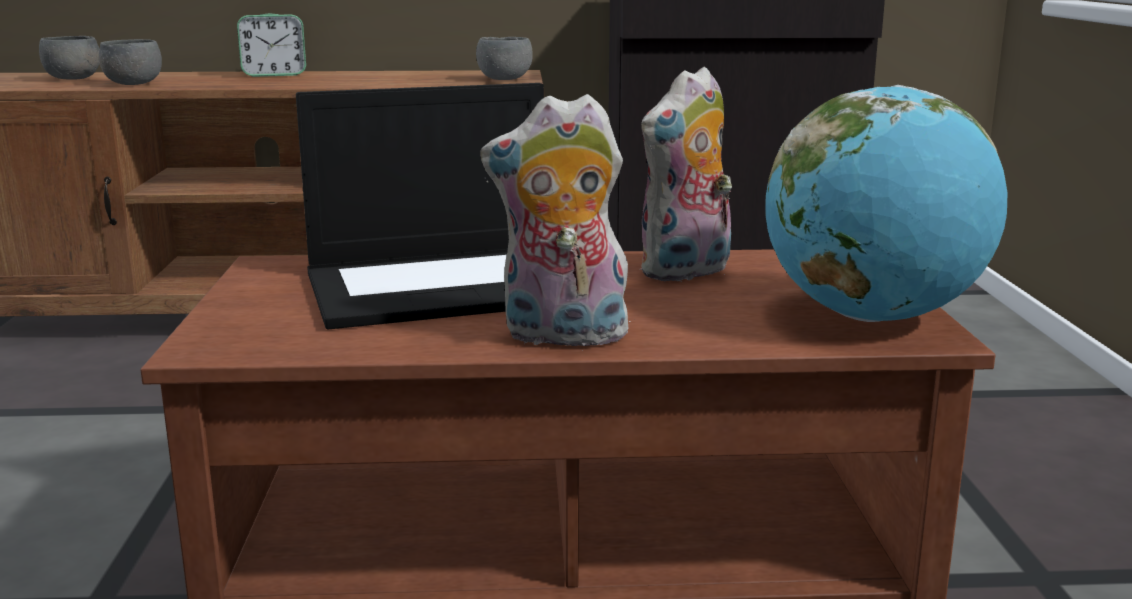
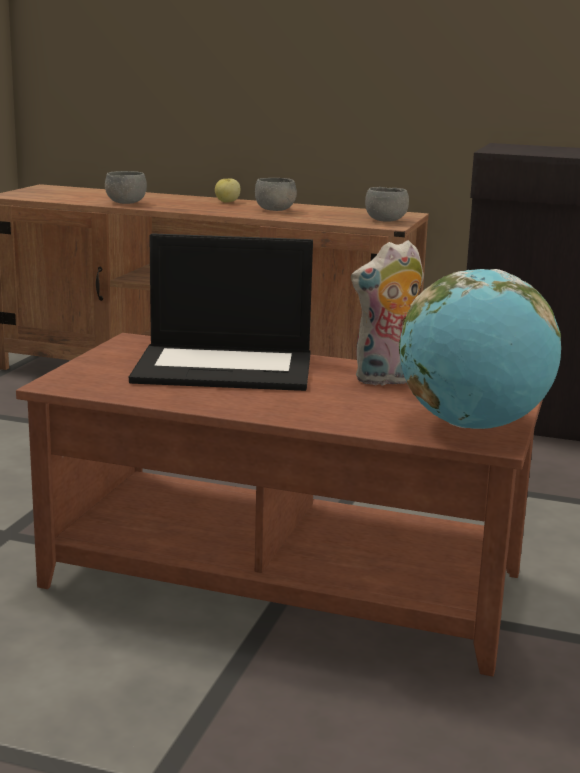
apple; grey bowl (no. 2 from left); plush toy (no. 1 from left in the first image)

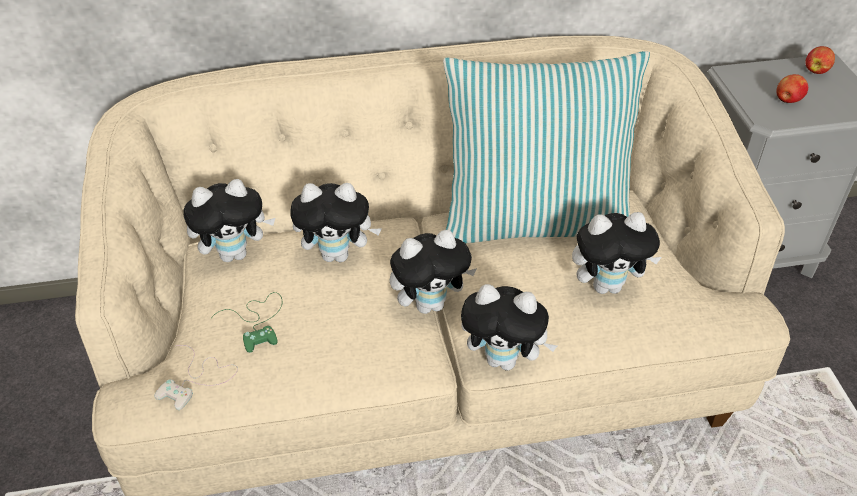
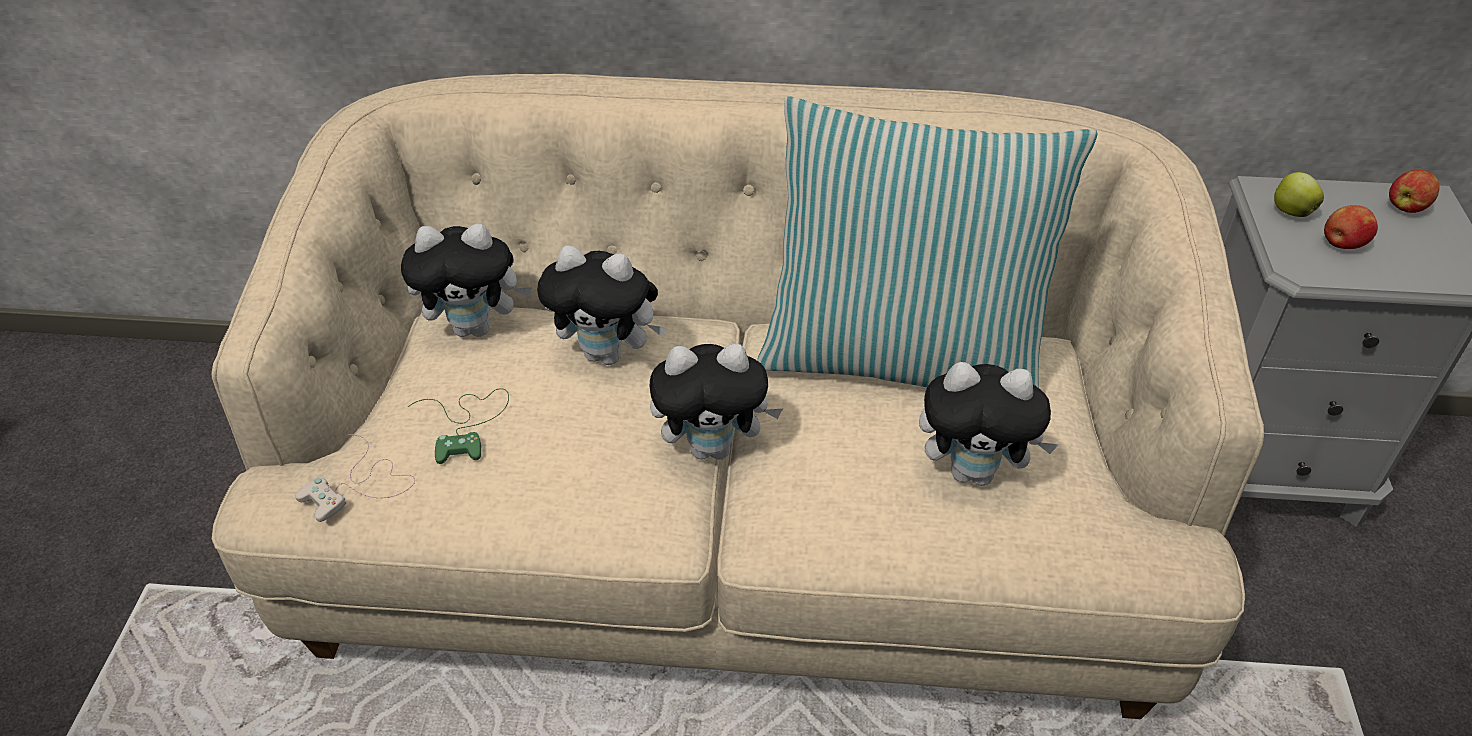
plush toy (no. 4 from left in the first image); apple (no. 1 from left)

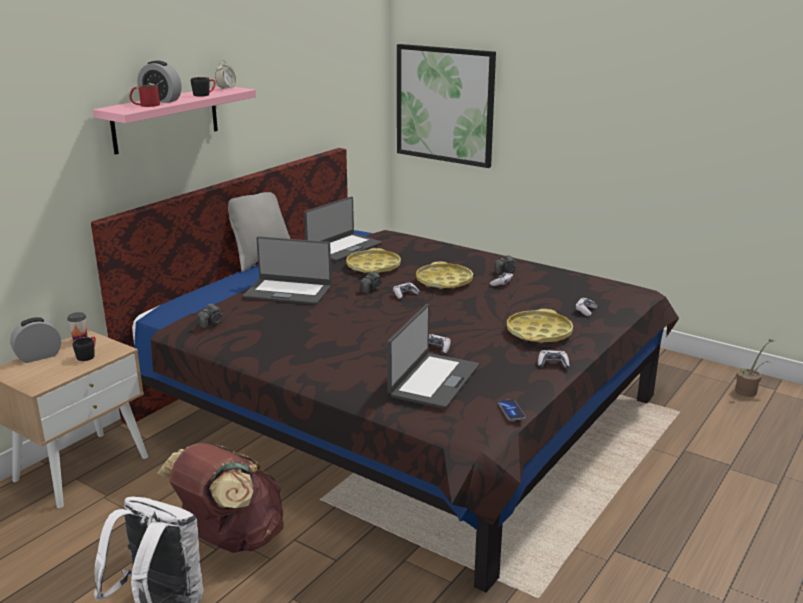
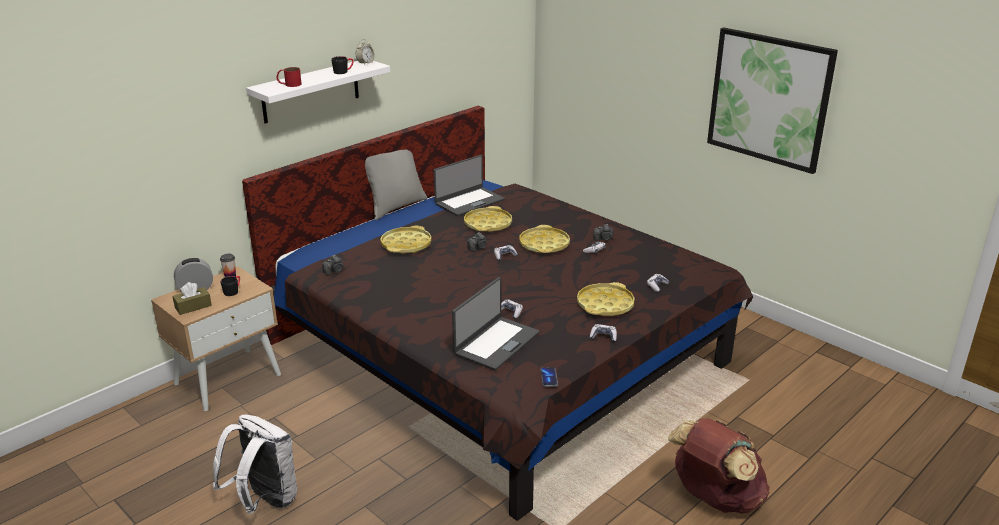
picture; alarm clock (no. 2 from left in the first image); white shelf; yellow tray (no. 1 from left); potted plant; brown backpack; brown tissue box

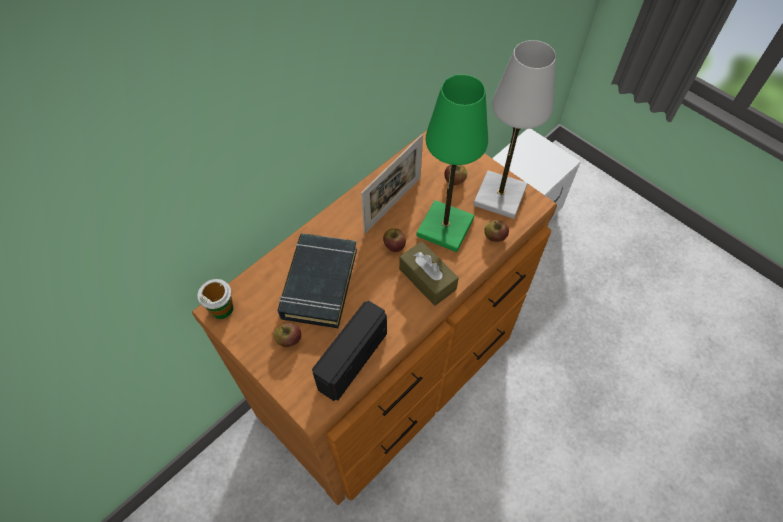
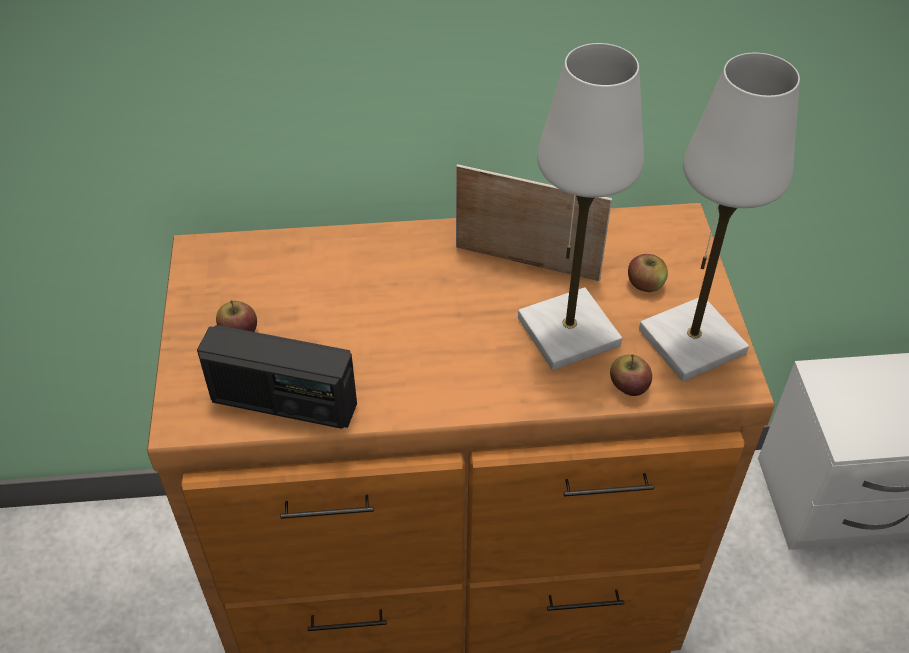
white table lamp (no. 1 from left); picture frame; apple (no. 2 from left in the first image); black book; brown tissue box; cup; radio

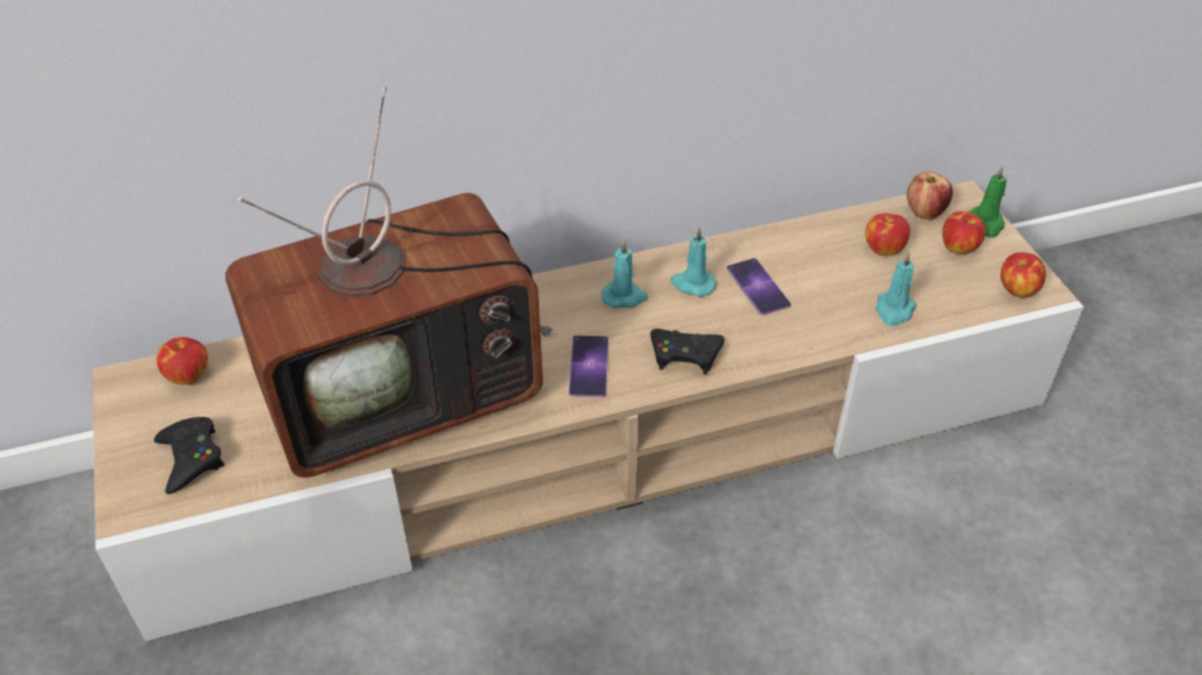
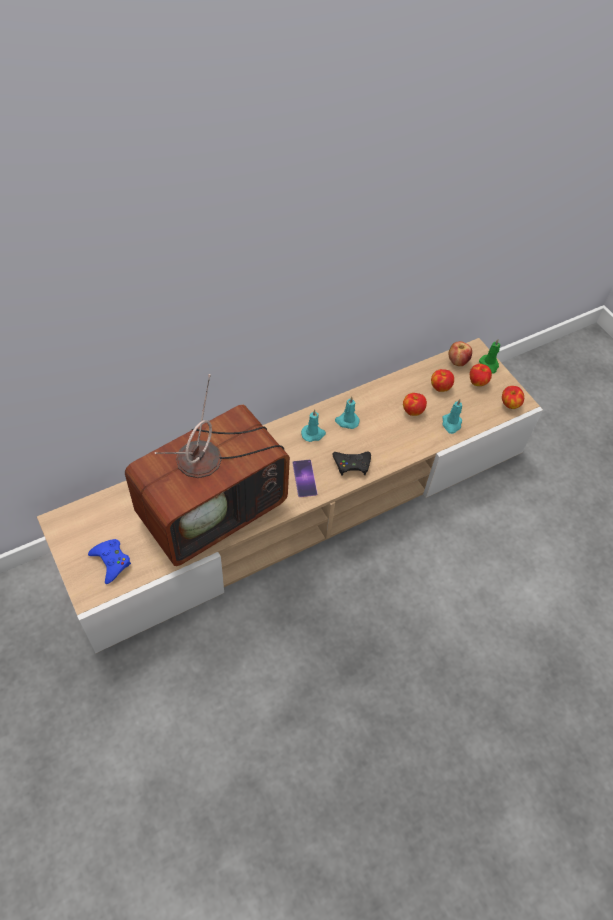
phone (no. 2 from left in the first image); apple (no. 1 from left); blue game controller

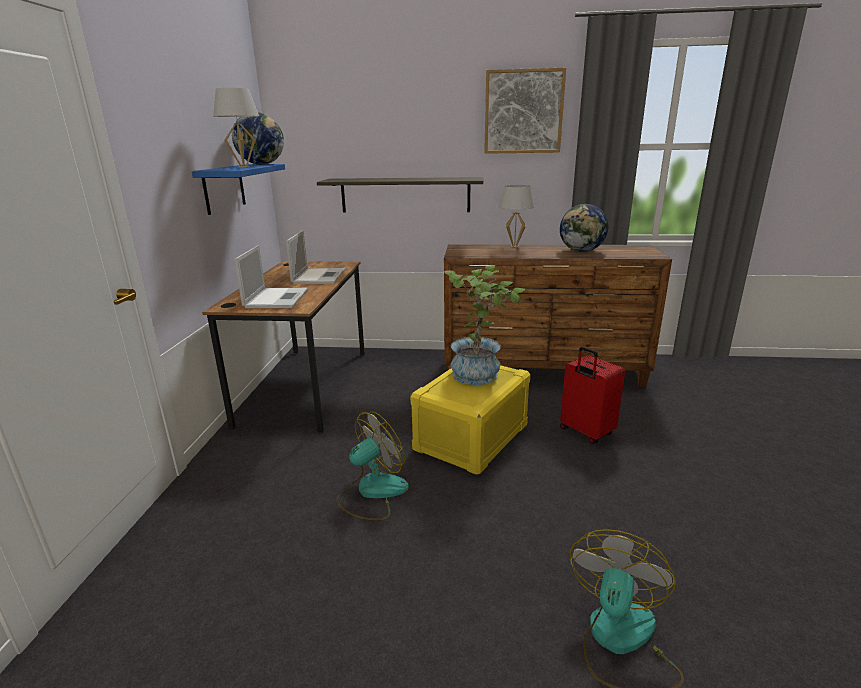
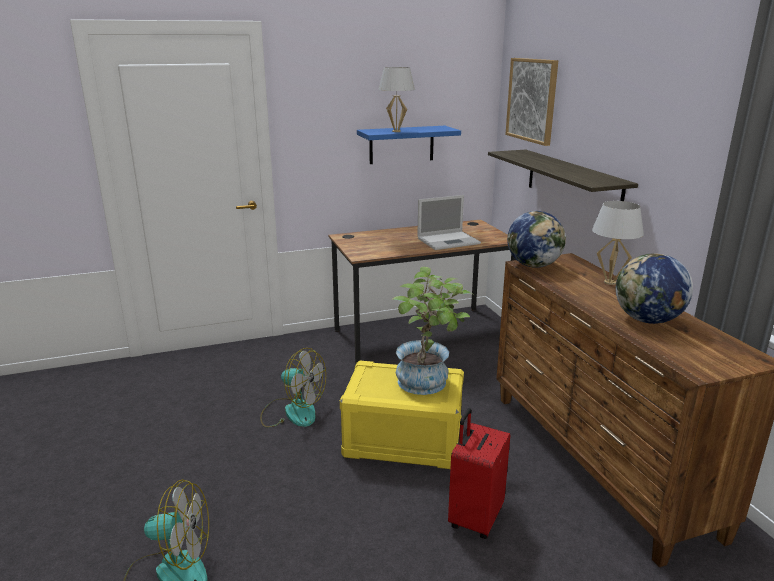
picture; globe (no. 1 from left); laptop (no. 1 from left in the first image)

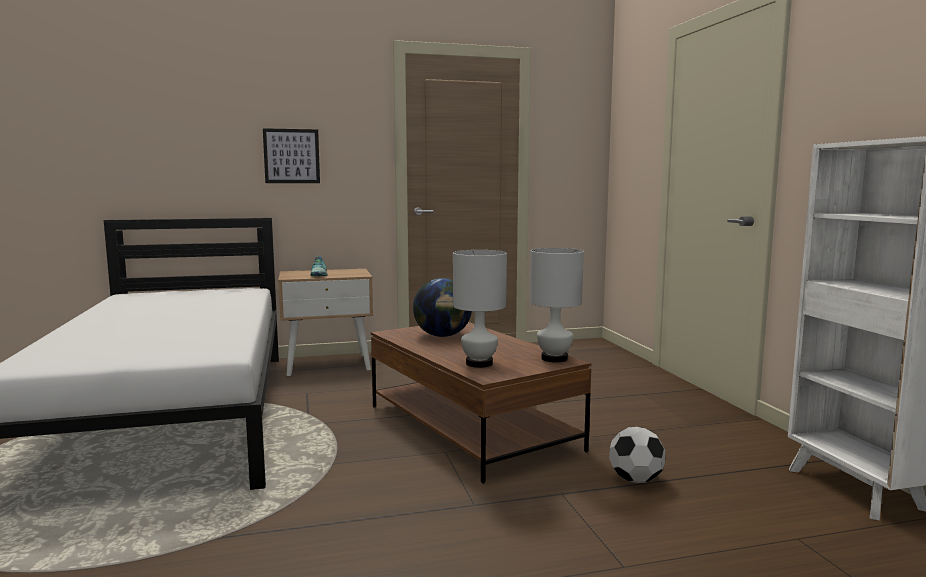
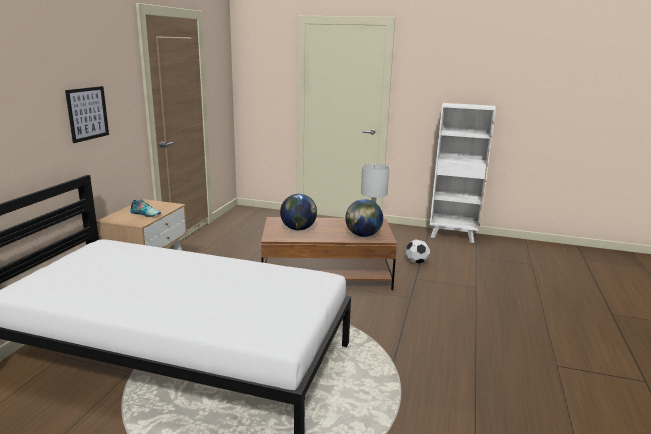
globe (no. 2 from left)

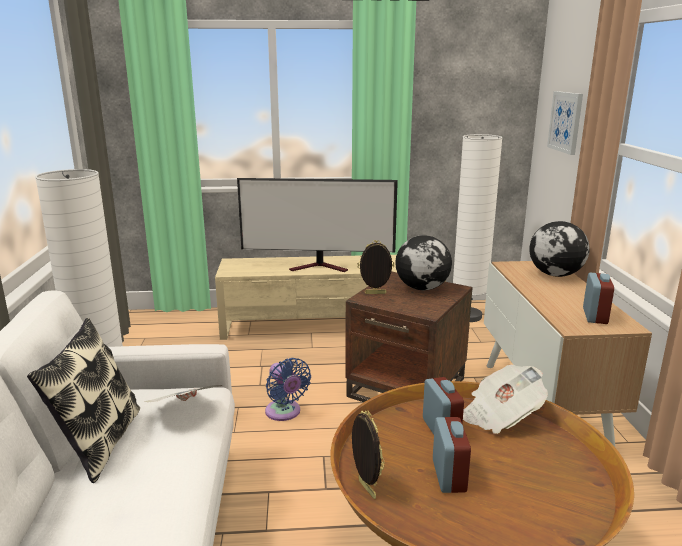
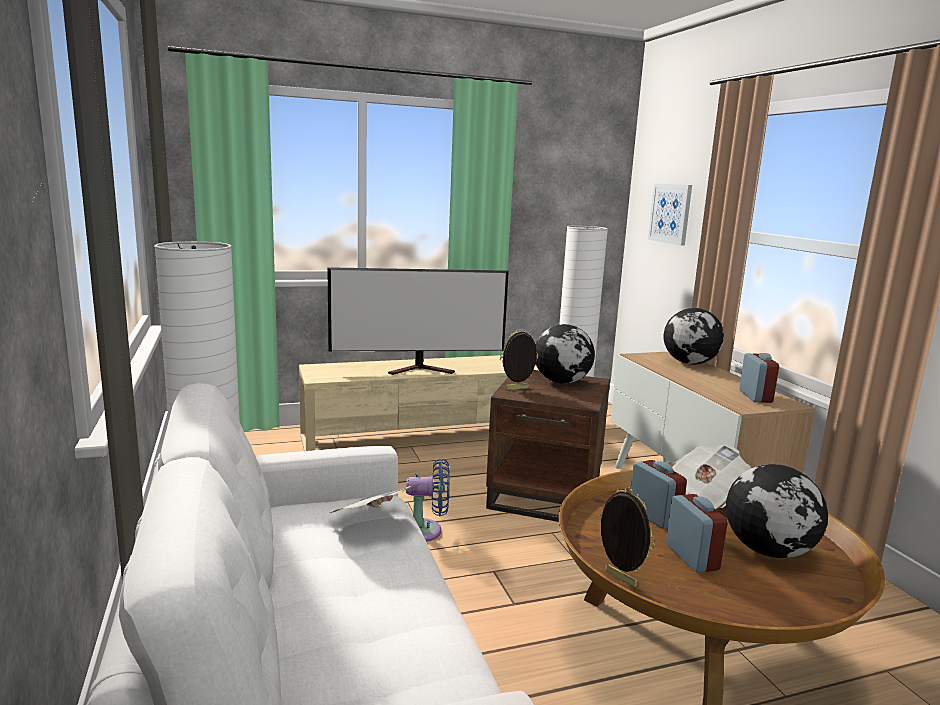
pillow; blue fan; globe (no. 3 from left)

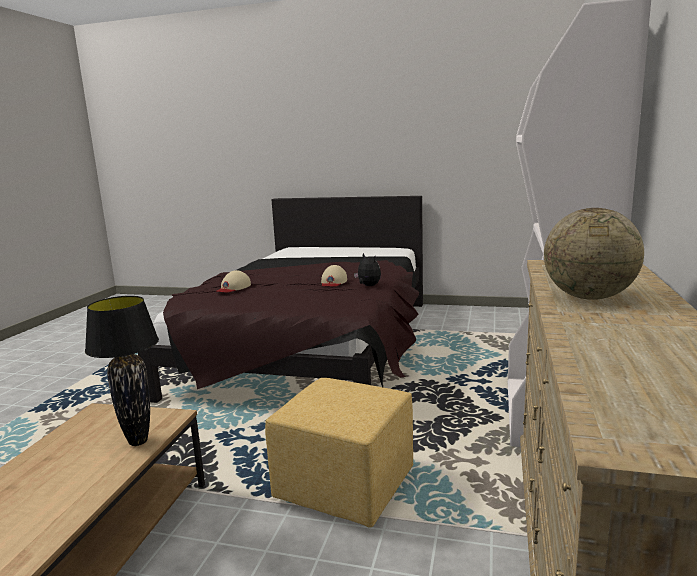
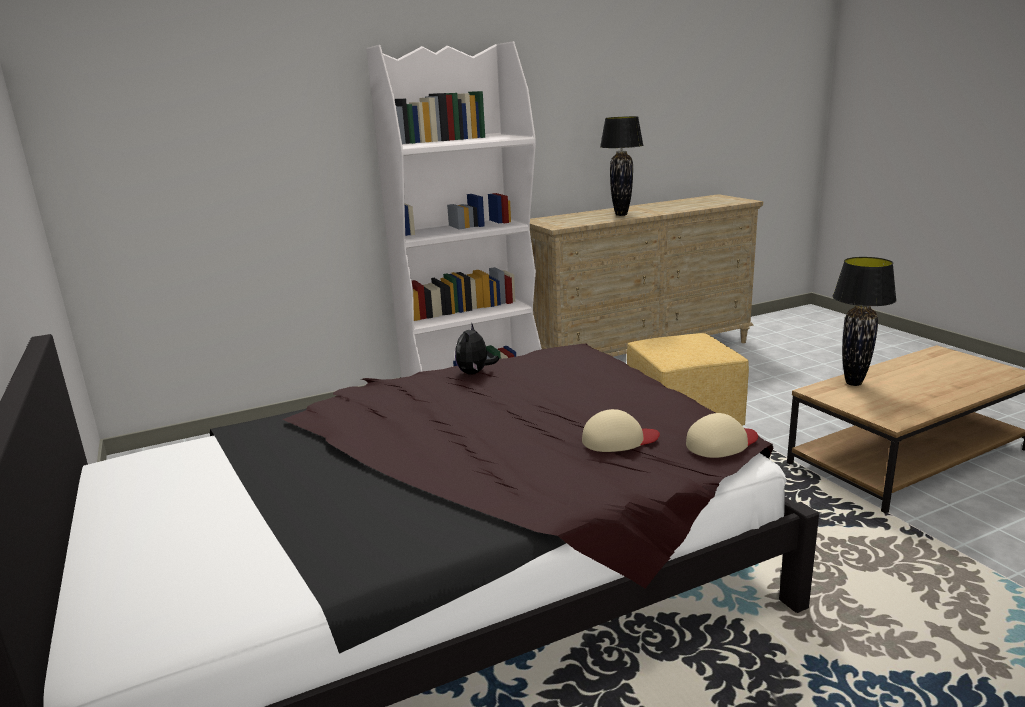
black table lamp (no. 1 from left); beige cap (no. 2 from left)

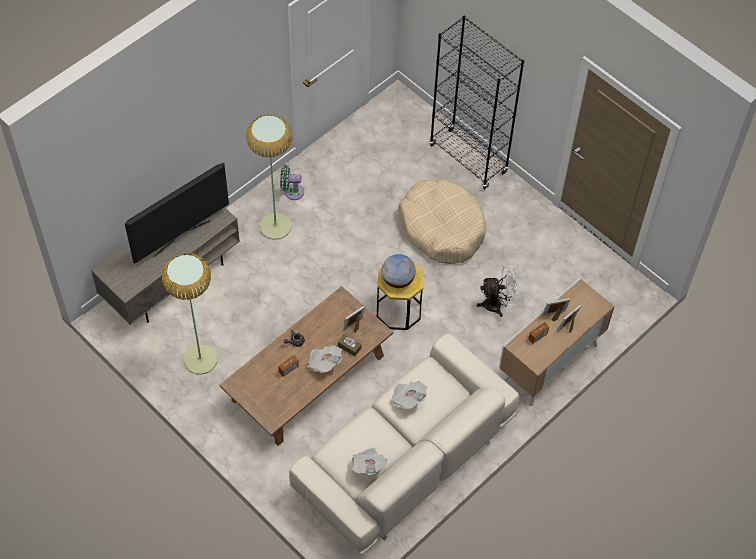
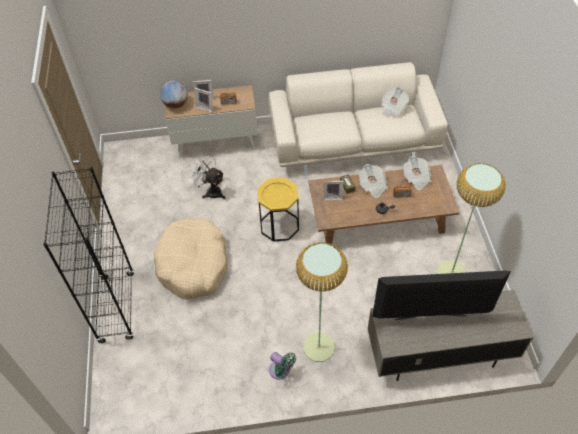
globe; newspaper (no. 3 from left)

